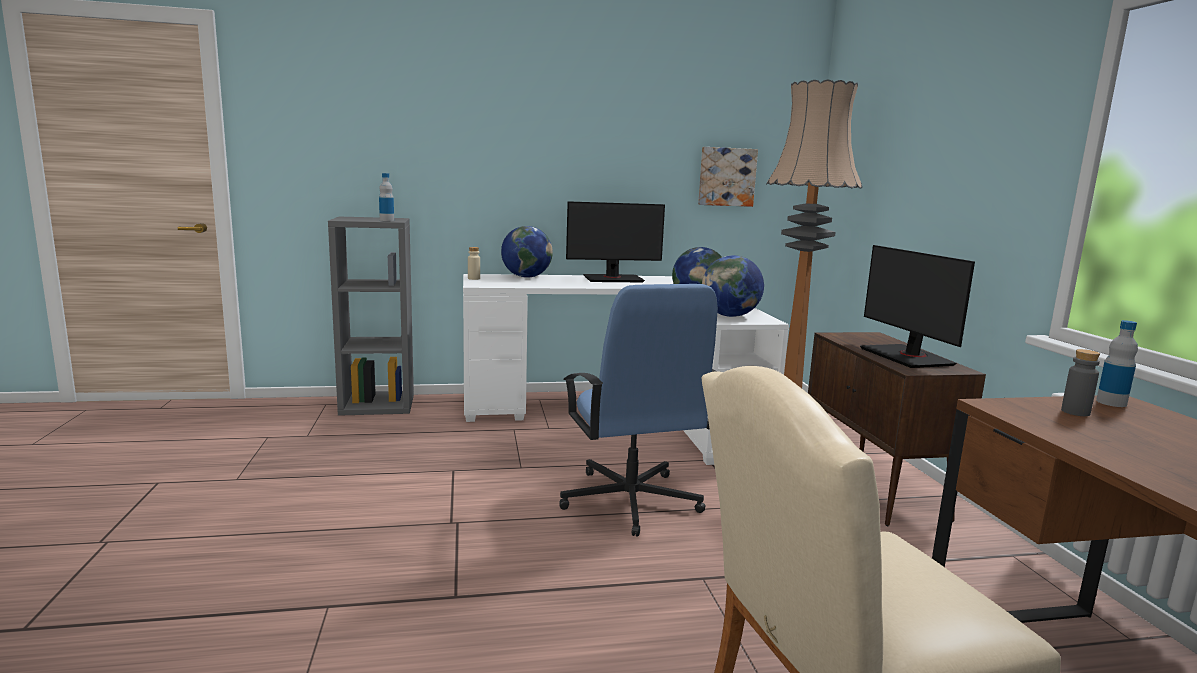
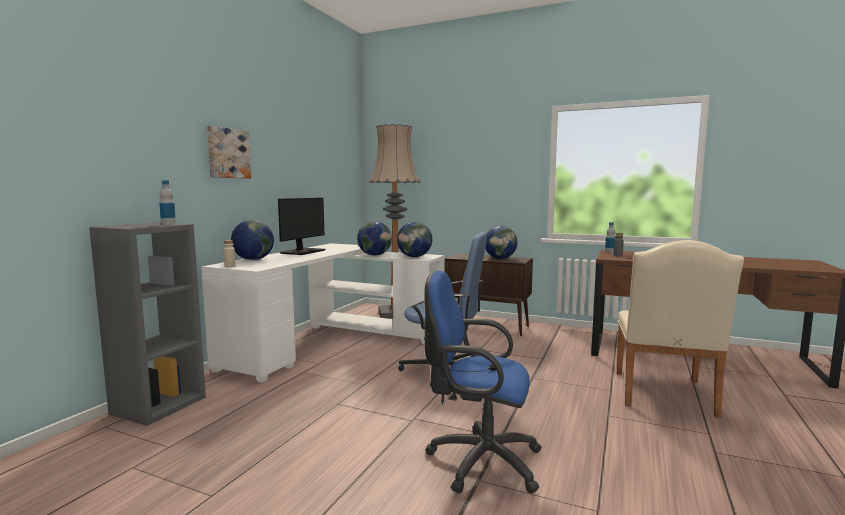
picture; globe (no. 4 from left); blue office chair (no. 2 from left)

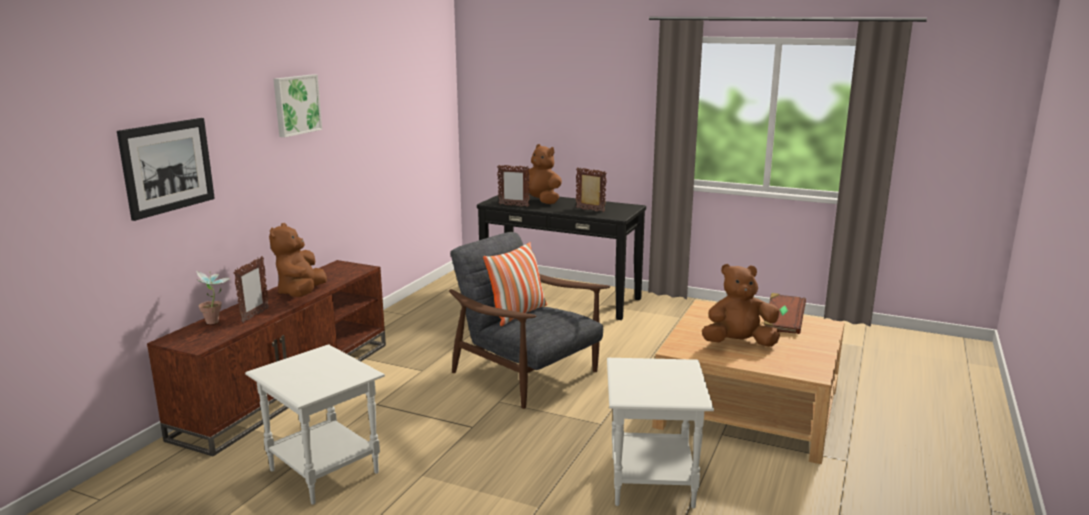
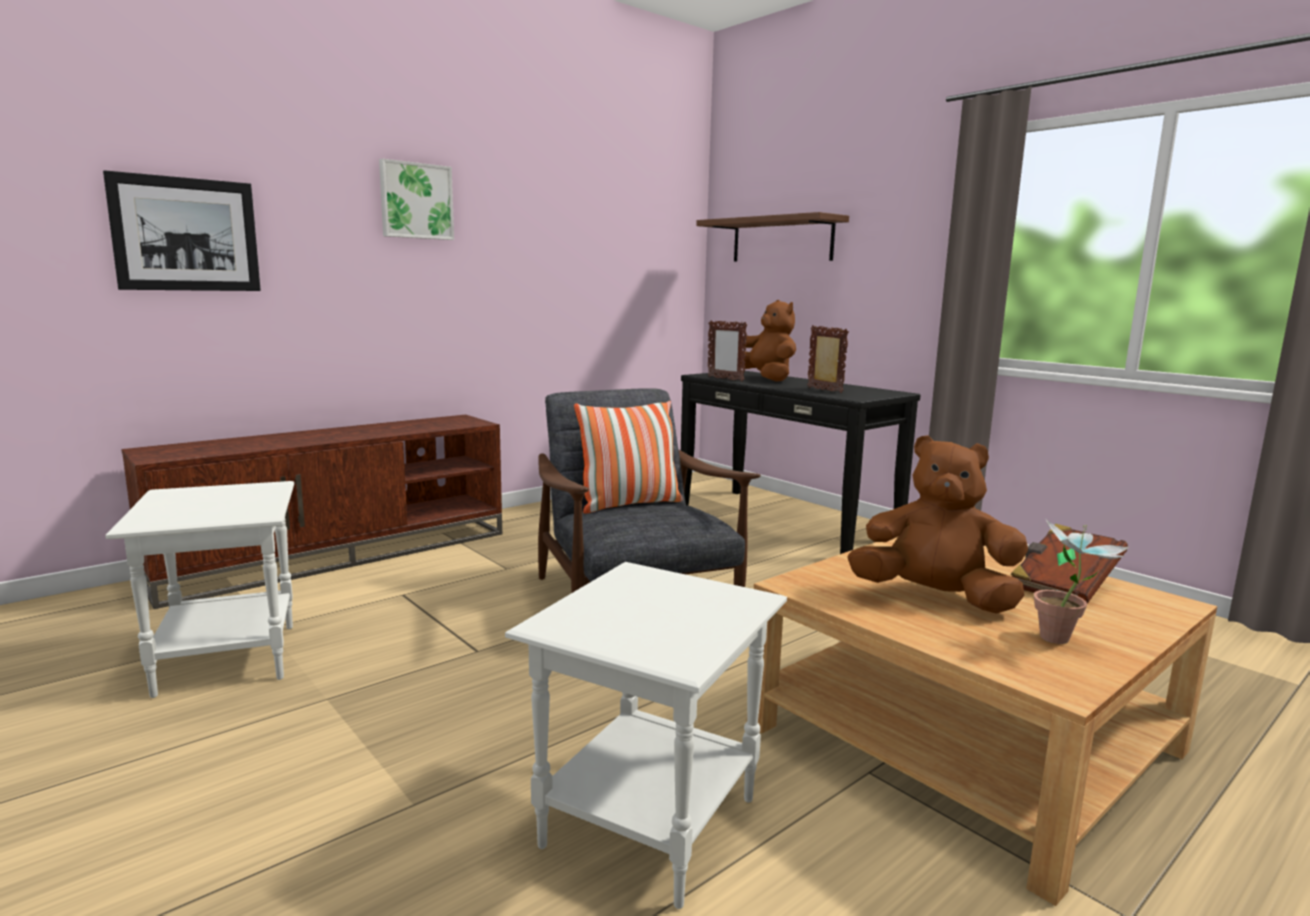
brown plush toy (no. 1 from left in the first image); picture frame (no. 1 from left in the first image); potted plant; brown shelf

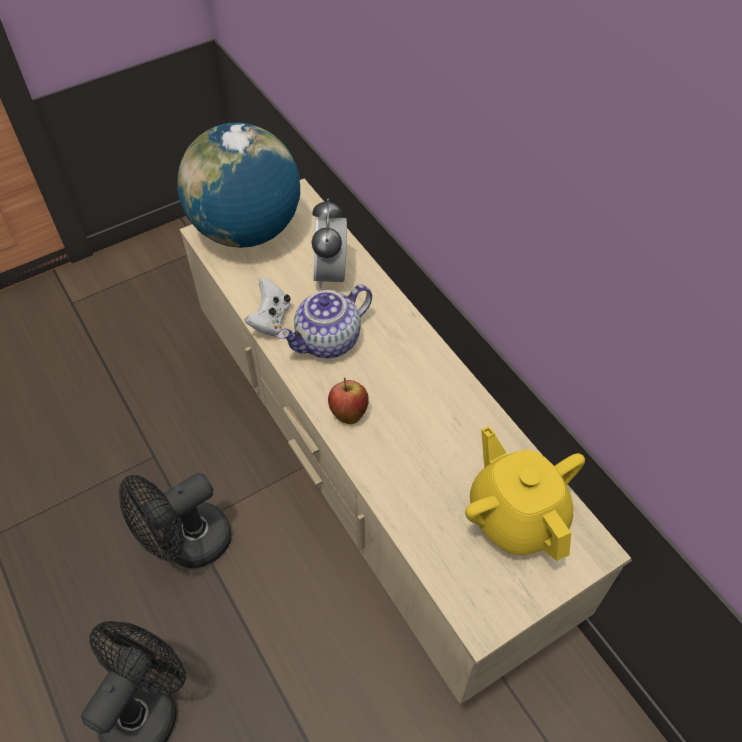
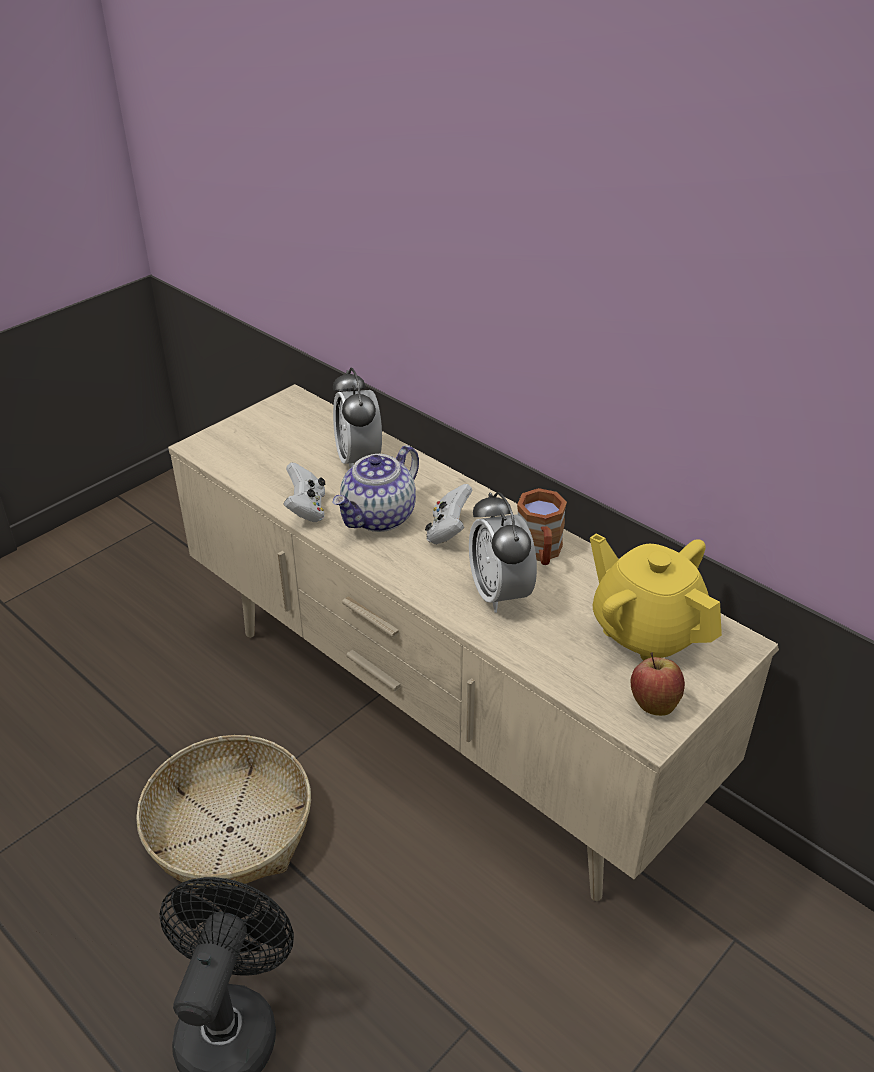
globe; apple; basket; white game controller (no. 2 from left); brown mug; alarm clock (no. 2 from left)

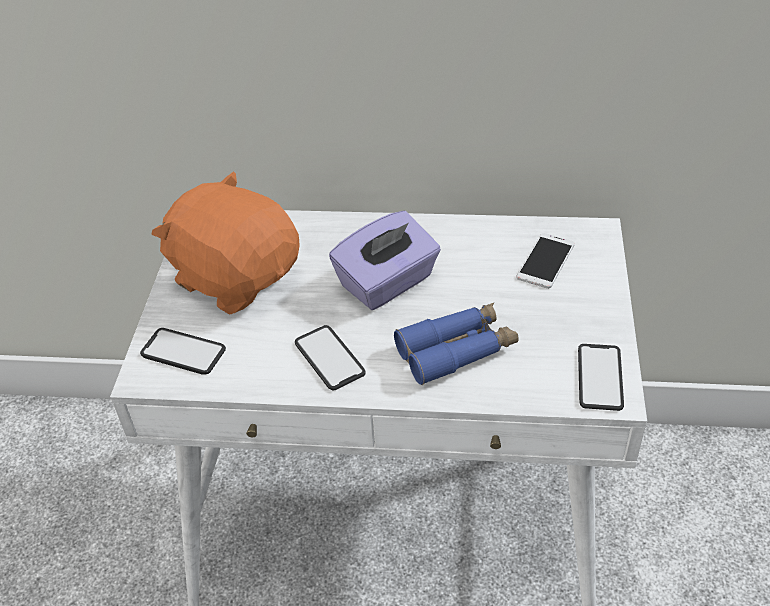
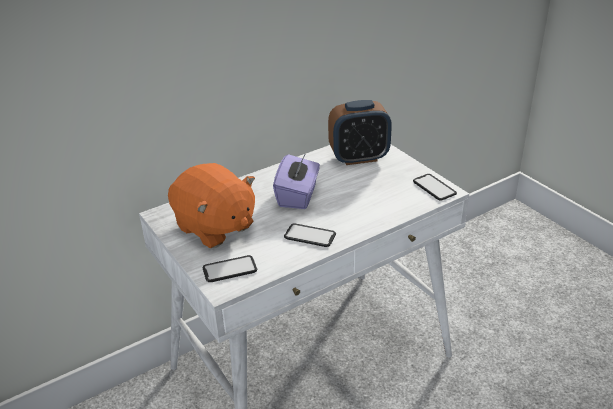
orange plush toy; alarm clock; blue binoculars

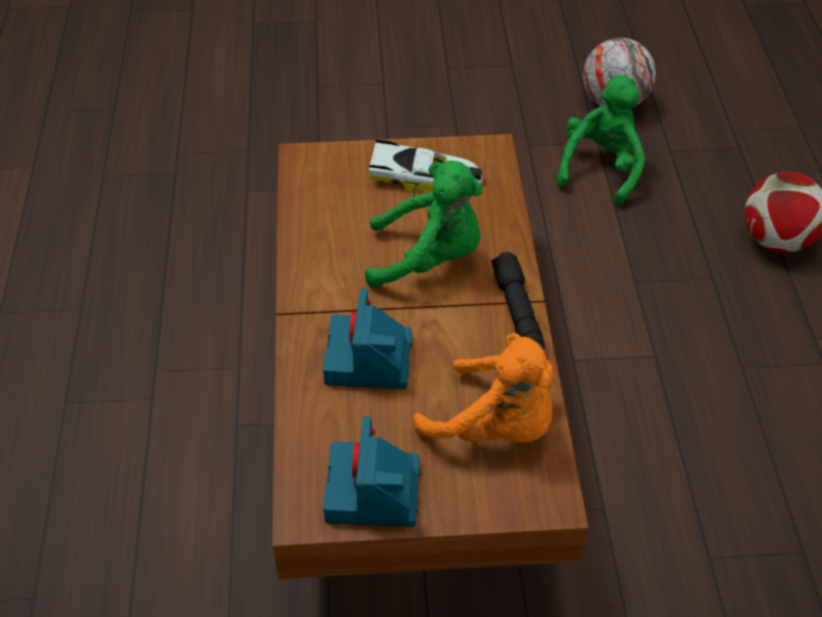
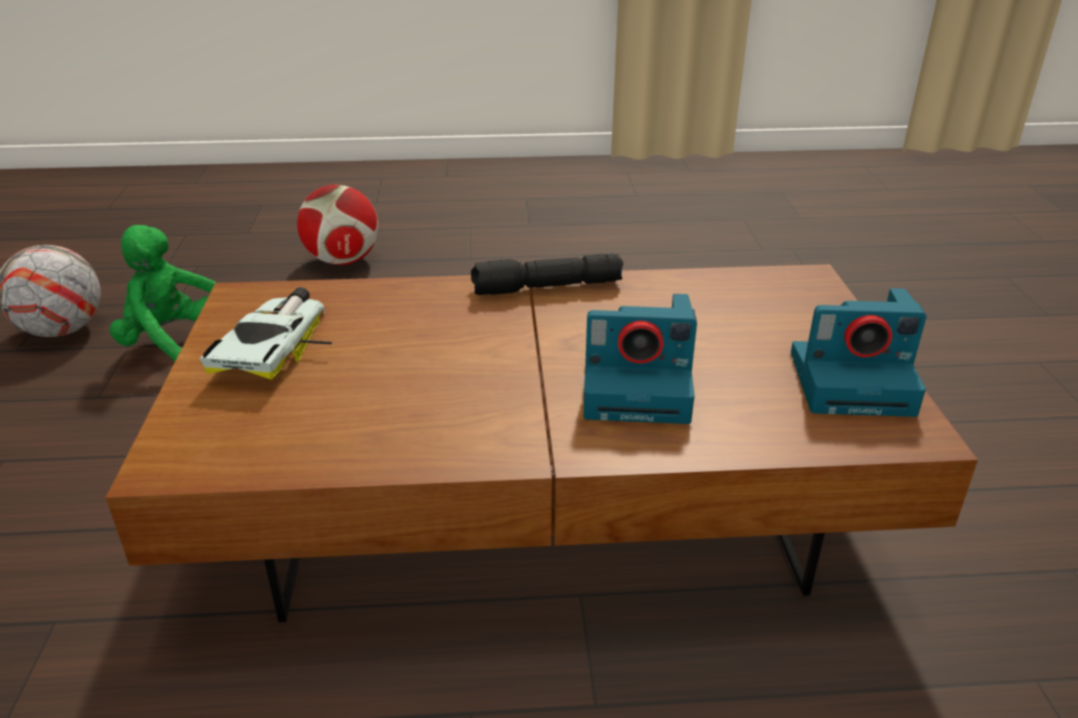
green plush toy (no. 1 from left in the first image); orange plush toy

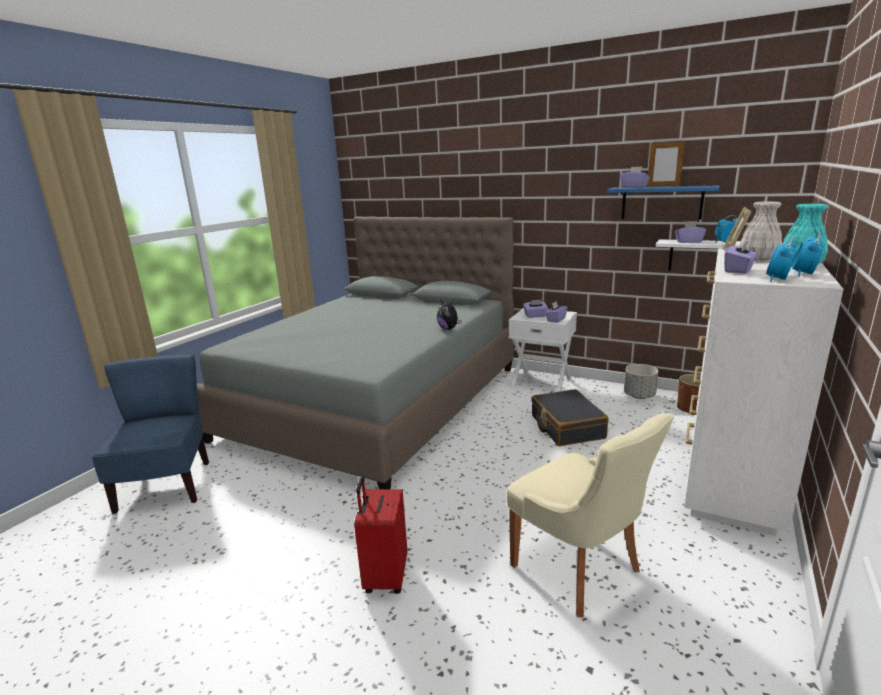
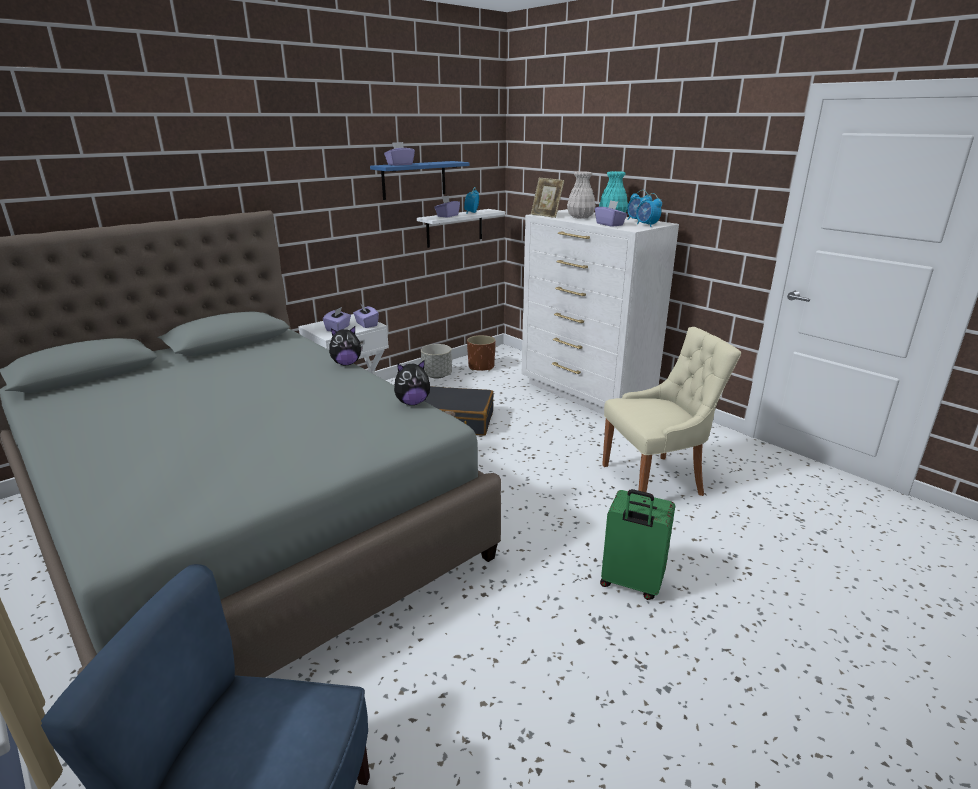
picture frame (no. 1 from left in the first image); green suitcase; plush toy (no. 2 from left)

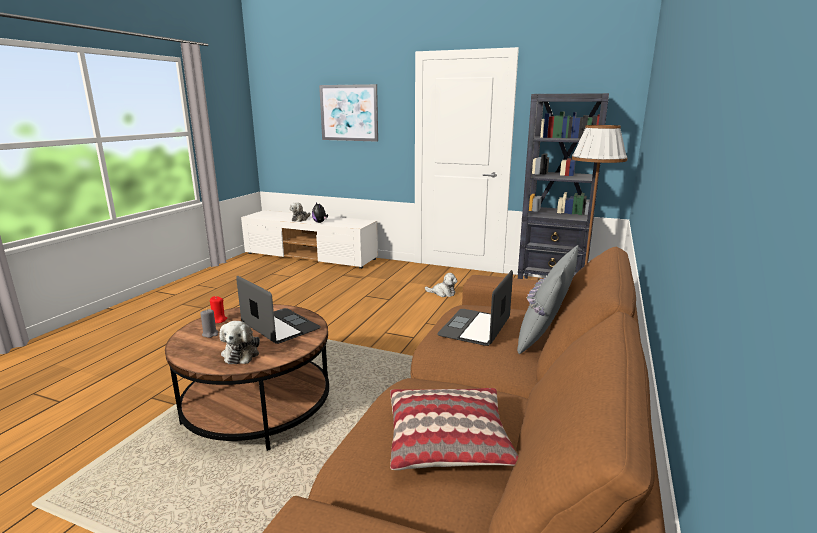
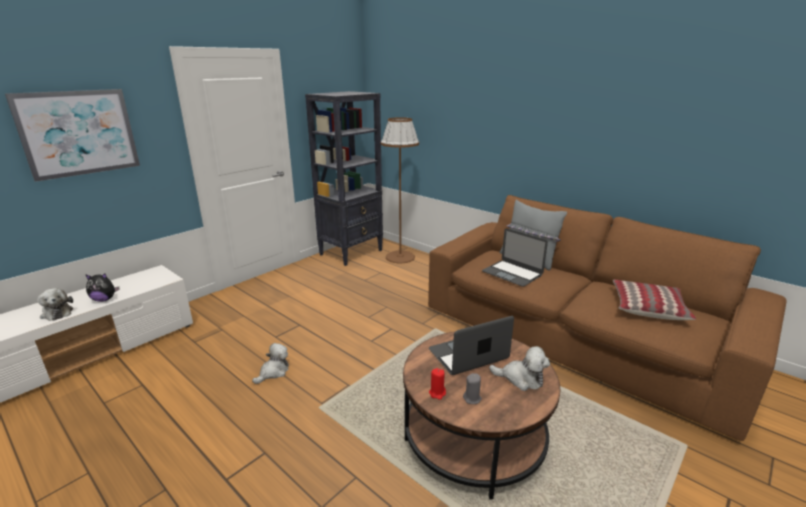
plush toy (no. 3 from left)

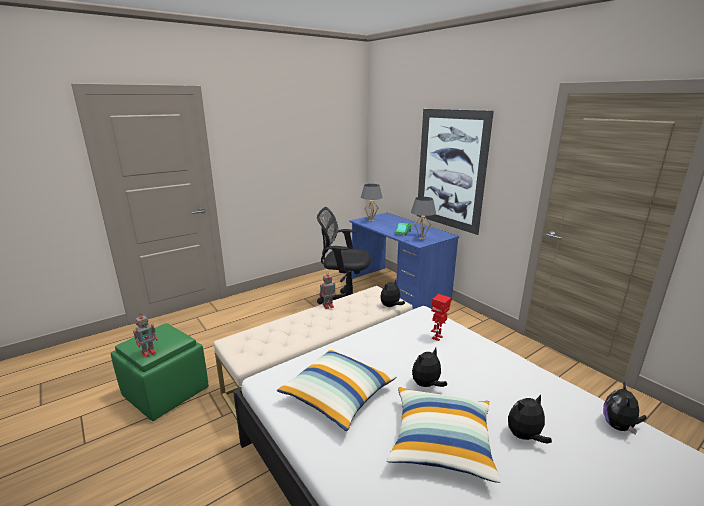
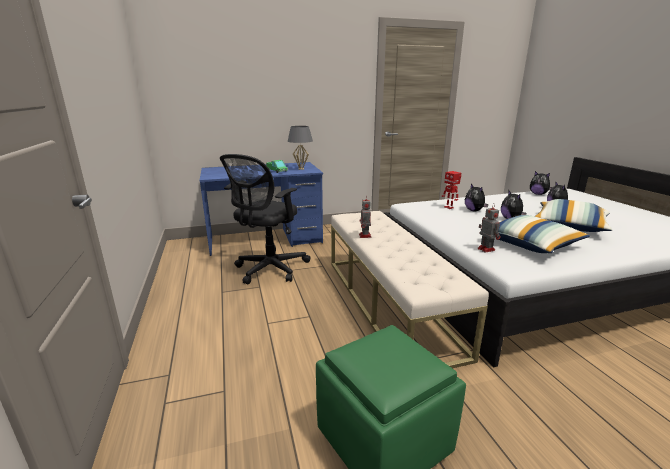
picture; grey table lamp (no. 1 from left in the first image); plush toy (no. 1 from left); toy robot (no. 3 from left)

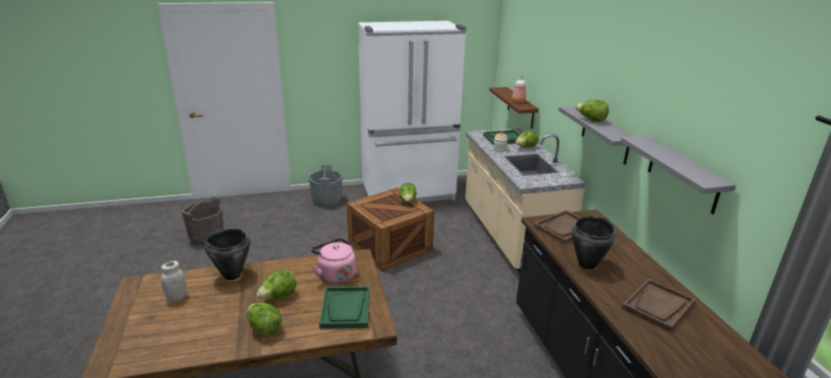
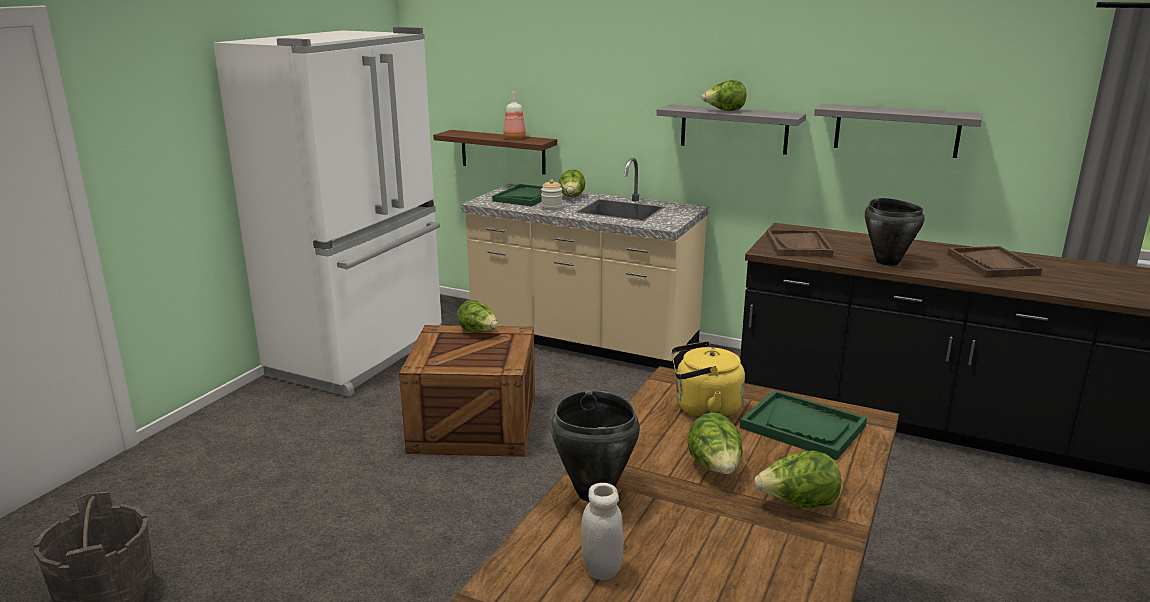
grey bucket (no. 2 from left in the first image); yellow kettle

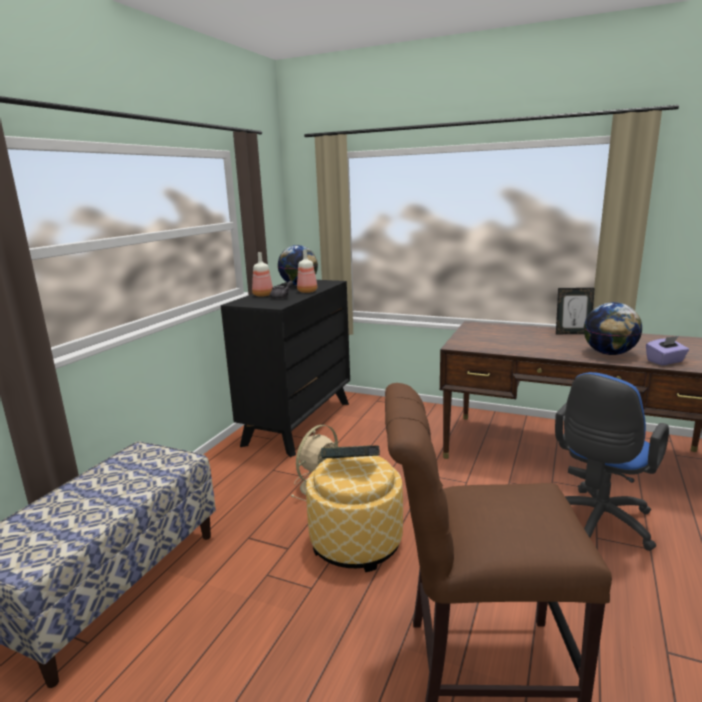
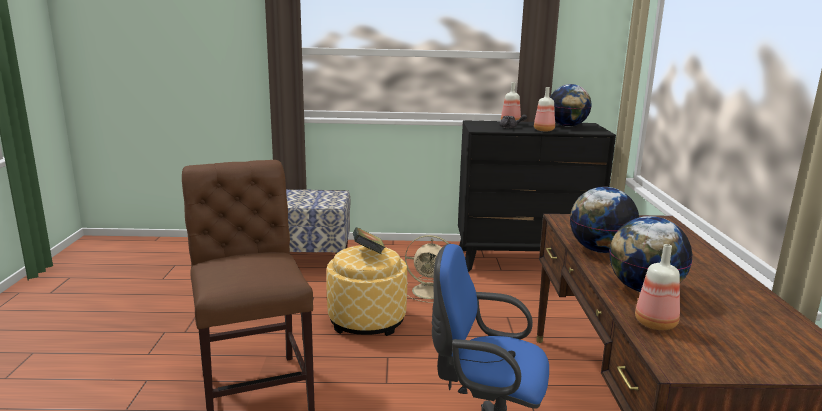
picture frame; bottle (no. 3 from left); globe (no. 2 from left)

